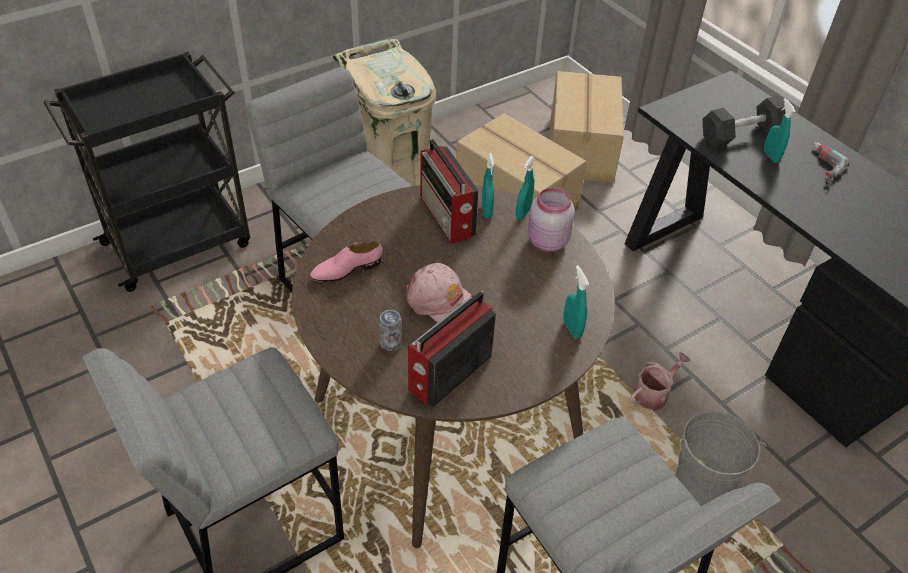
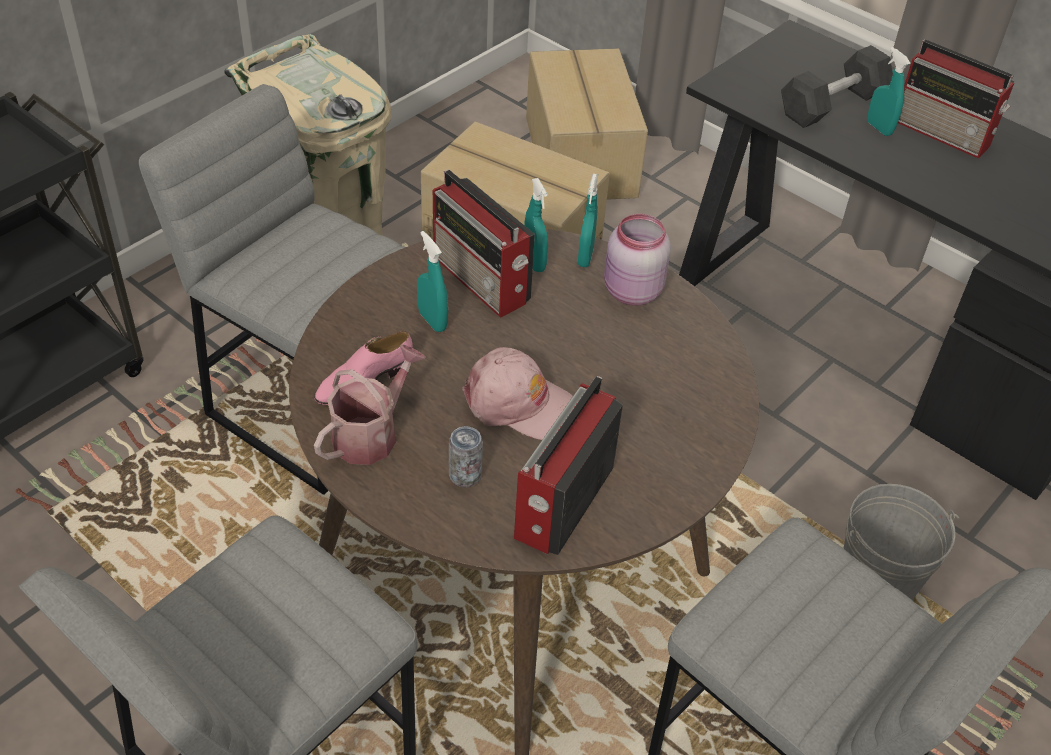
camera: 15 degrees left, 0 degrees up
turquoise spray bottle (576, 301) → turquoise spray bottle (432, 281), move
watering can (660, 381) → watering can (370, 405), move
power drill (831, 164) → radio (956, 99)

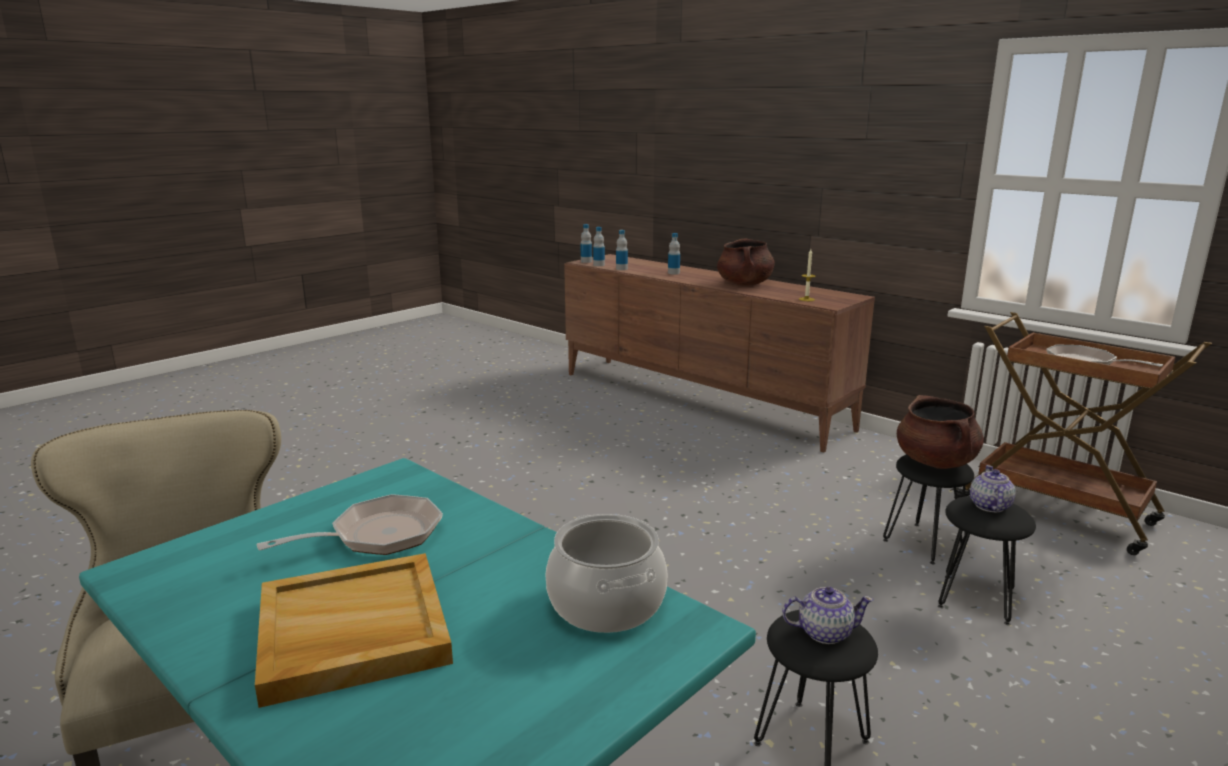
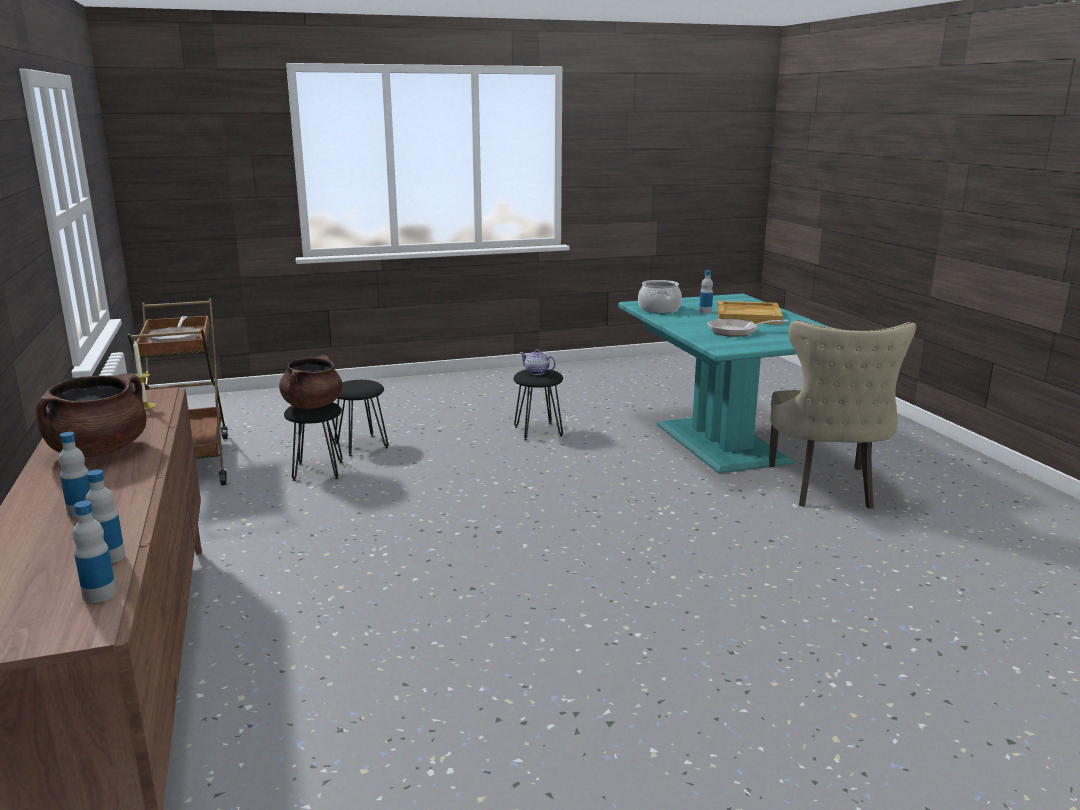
camera: 150 degrees left, 0 degrees up
teapot (992, 488) → -
bottle (586, 243) → bottle (706, 292), move

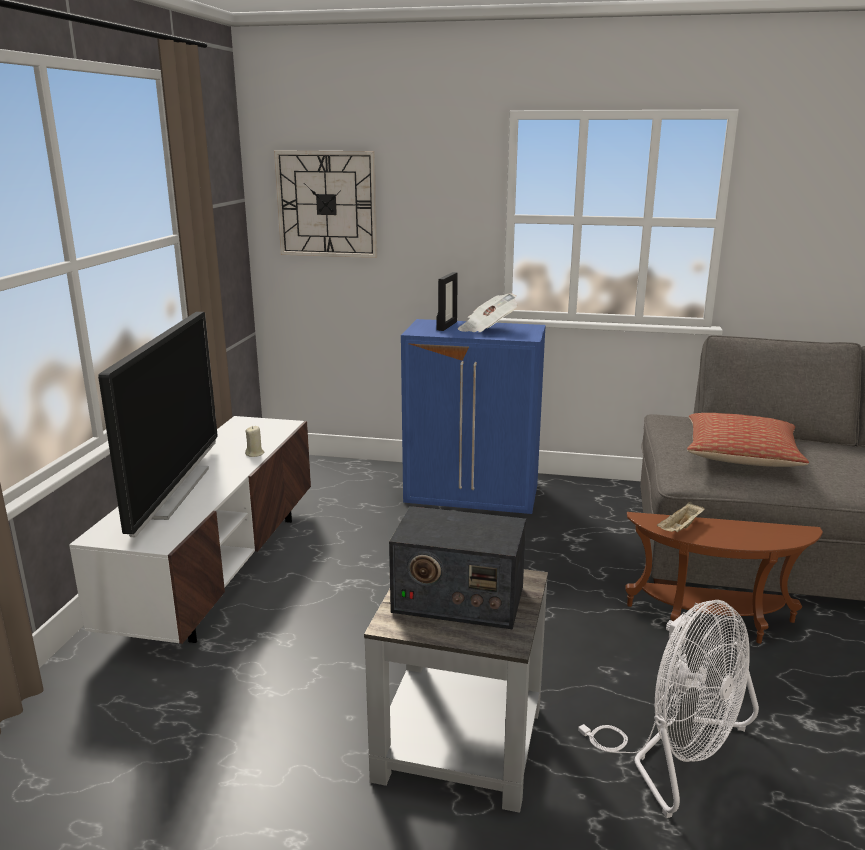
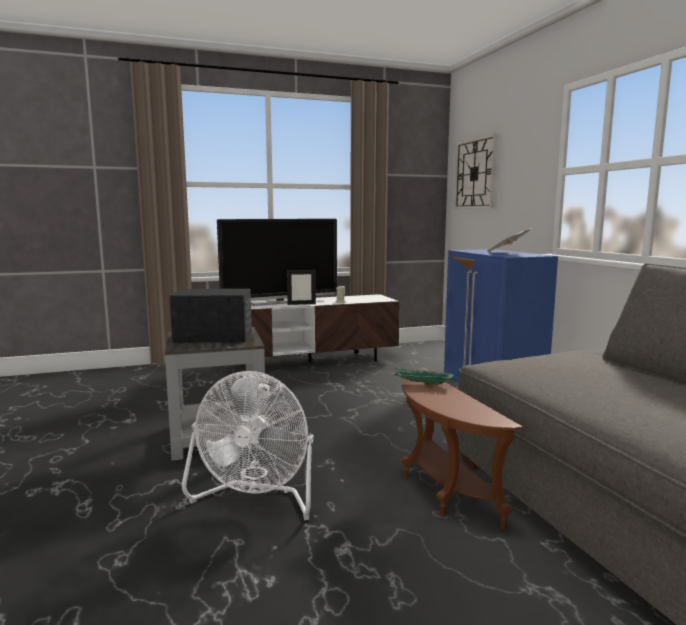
camera: 60 degrees right, 10 degrees down
pillow (748, 440) → -
picture frame (447, 301) → picture frame (301, 287), move
beige tray (680, 517) → green tray (424, 377)
radio (457, 568) → radio (210, 316), 105 degrees clockwise

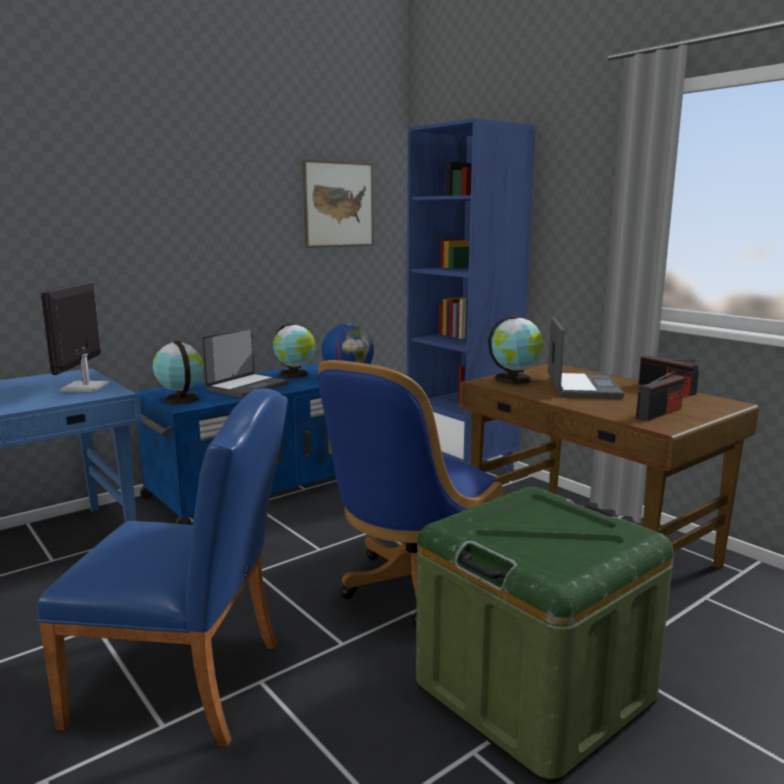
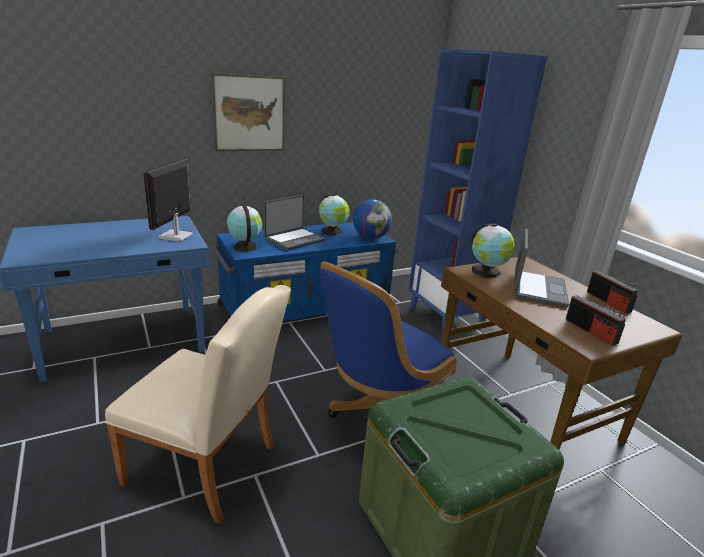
camera: 10 degrees right, 10 degrees up
picture (338, 203) → picture (248, 112), move
blue chair (162, 567) → beige chair (198, 404)
radio (660, 396) → radio (596, 320), 90 degrees clockwise

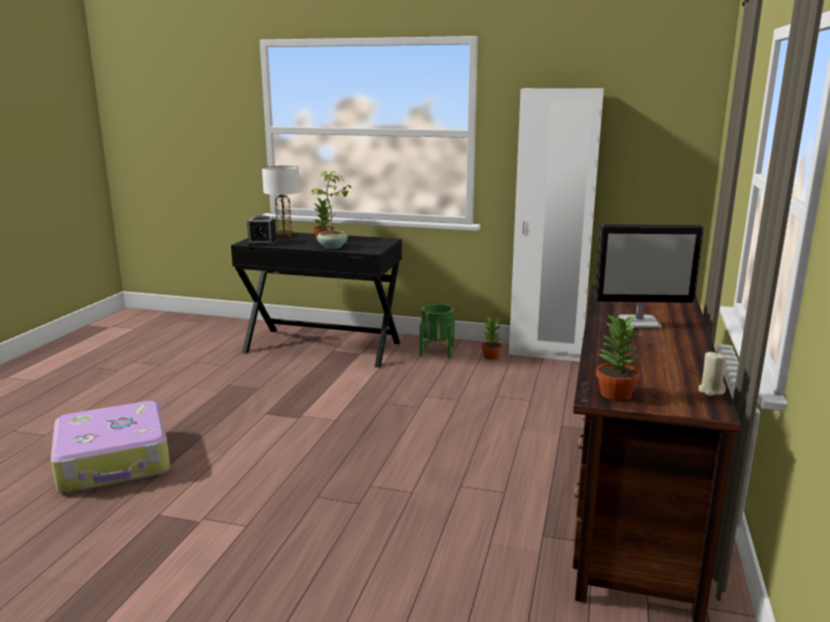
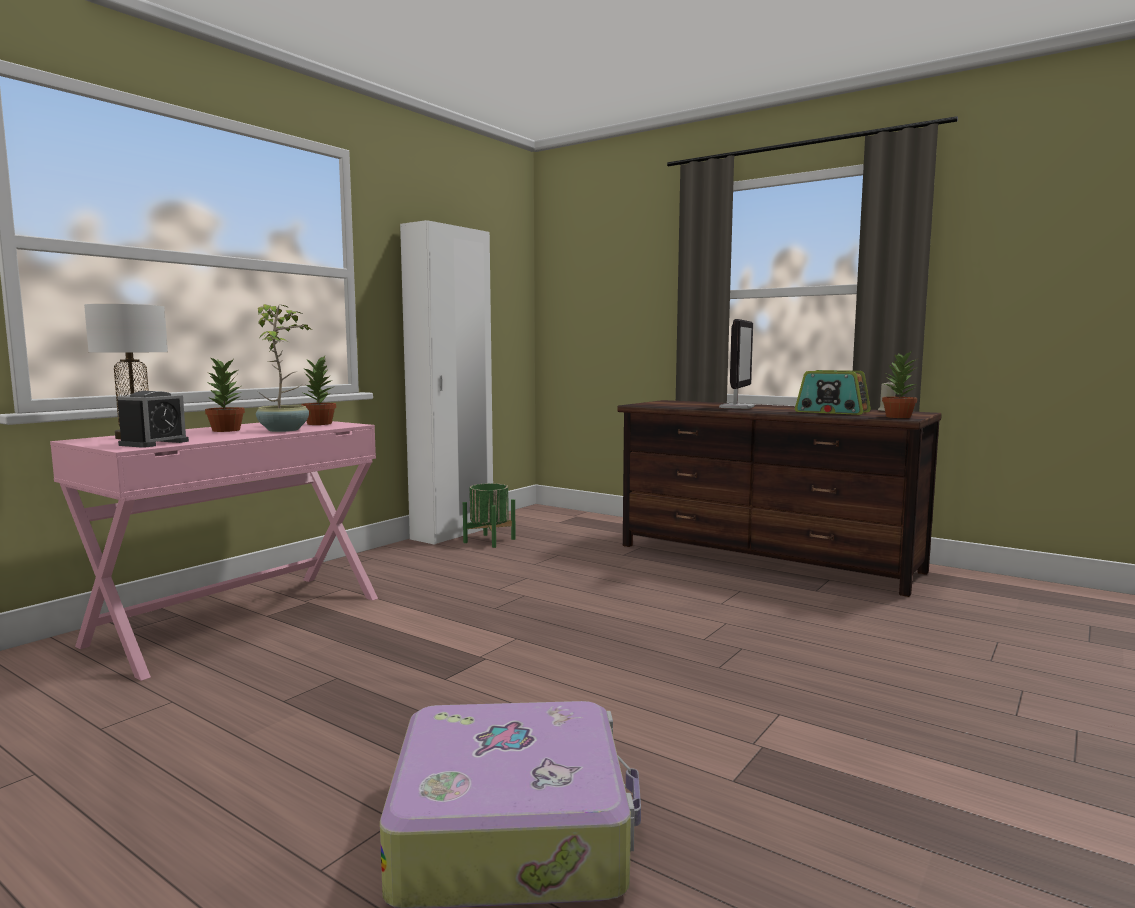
camera: 70 degrees left, 10 degrees down
- → radio (833, 392)
green planter (437, 331) → green planter (489, 515), move
potted plant (491, 338) → potted plant (318, 390), move
black desk (316, 300) → pink desk (214, 551)

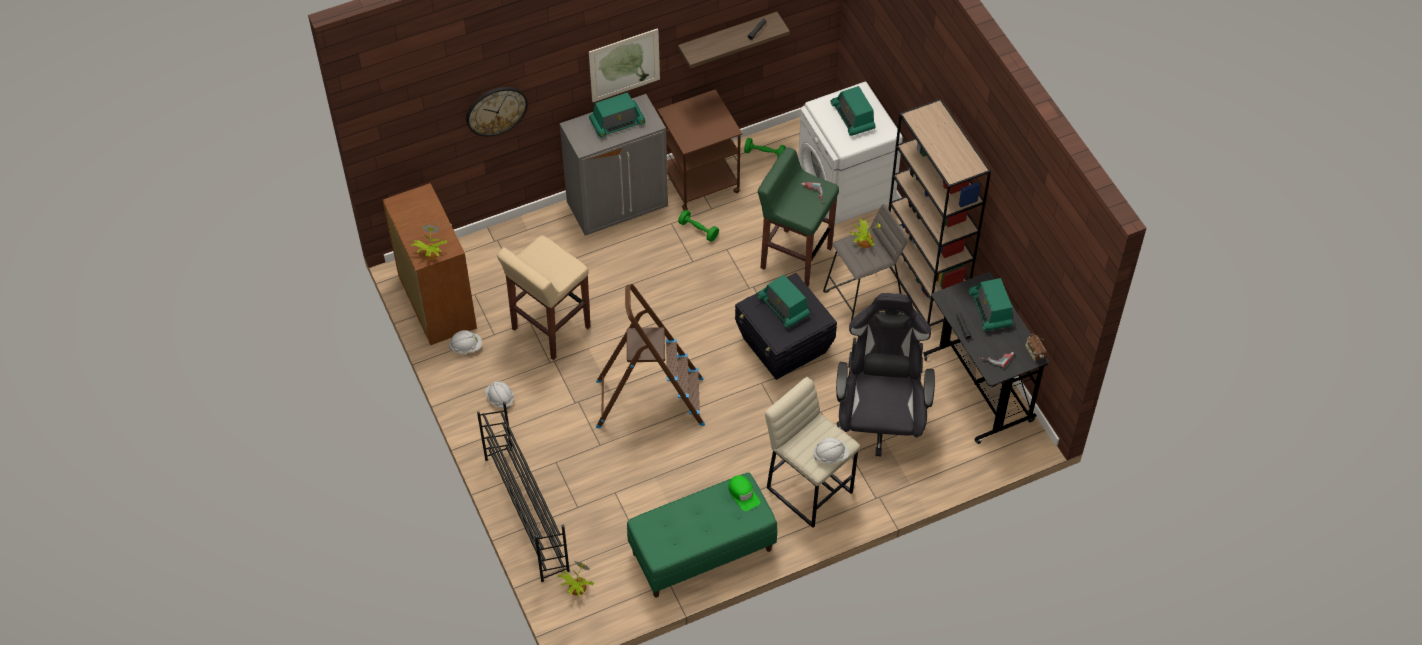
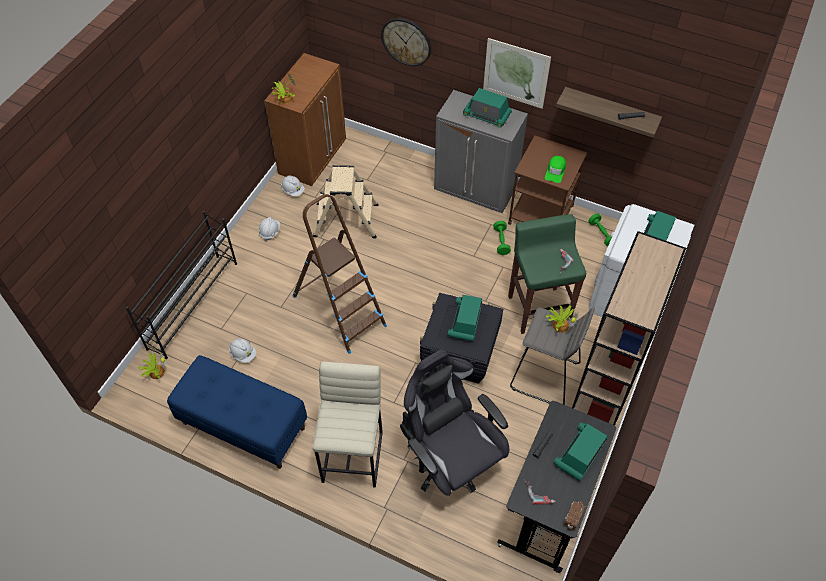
camera: 50 degrees right, 0 degrees up
green cap (744, 493) → green cap (555, 169), move
white hard hat (831, 450) → white hard hat (242, 351), move
beige stool (543, 297) → beige step ladder (346, 201)
green bench (702, 535) → blue bench (237, 412)
black office chair (885, 374) → black office chair (454, 422), 90 degrees counterclockwise

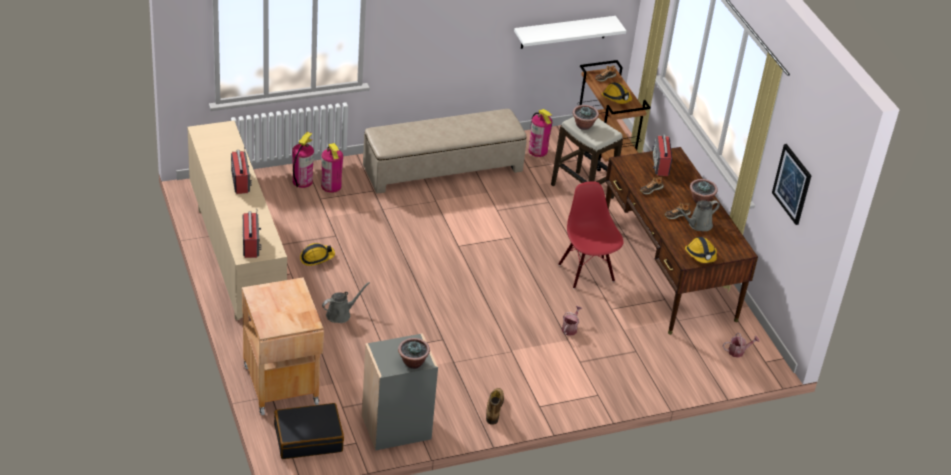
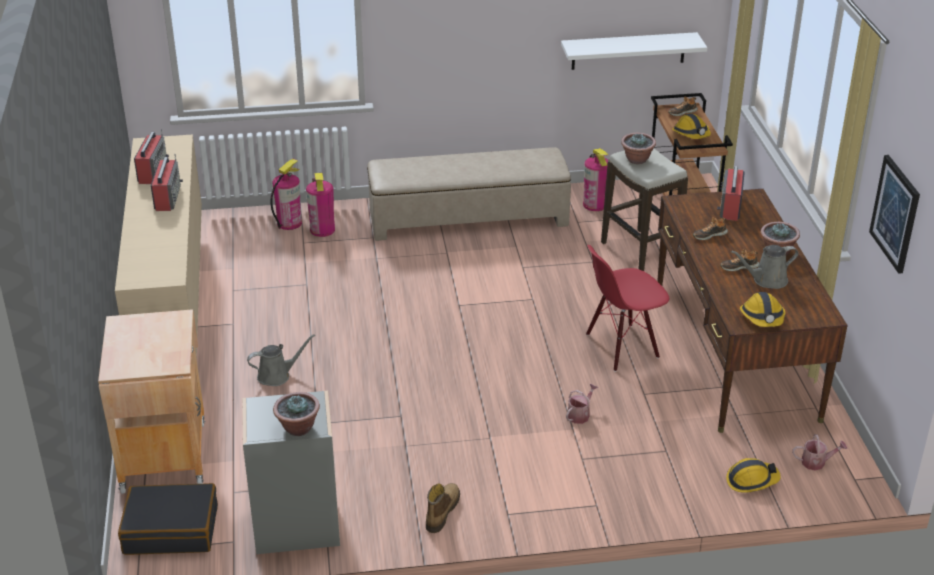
camera: 15 degrees right, 5 degrees down
radio (252, 234) → radio (151, 156), move
hard hat (317, 254) → hard hat (753, 475), move
red chair (591, 235) → red chair (627, 308), 105 degrees counterclockwise

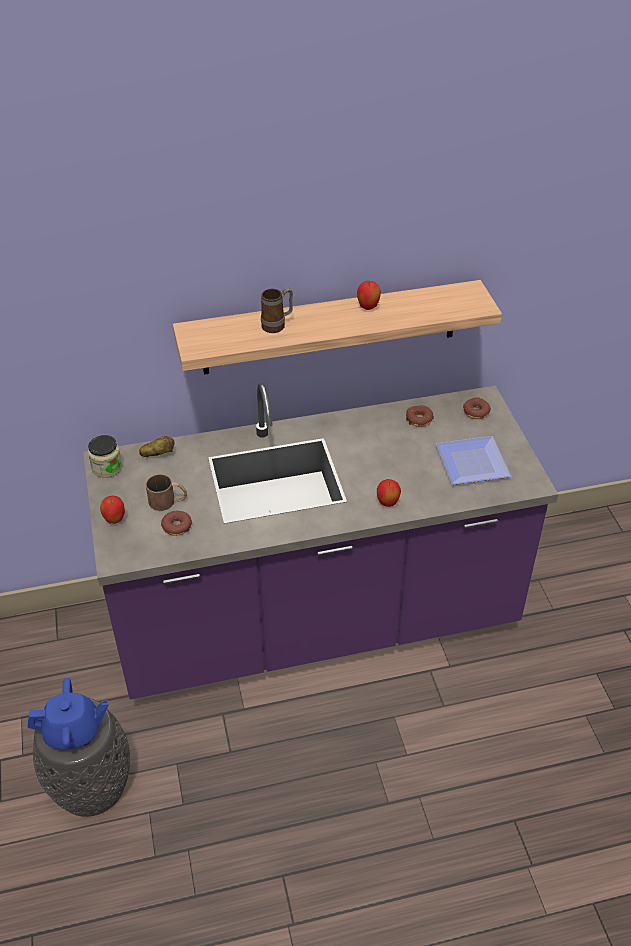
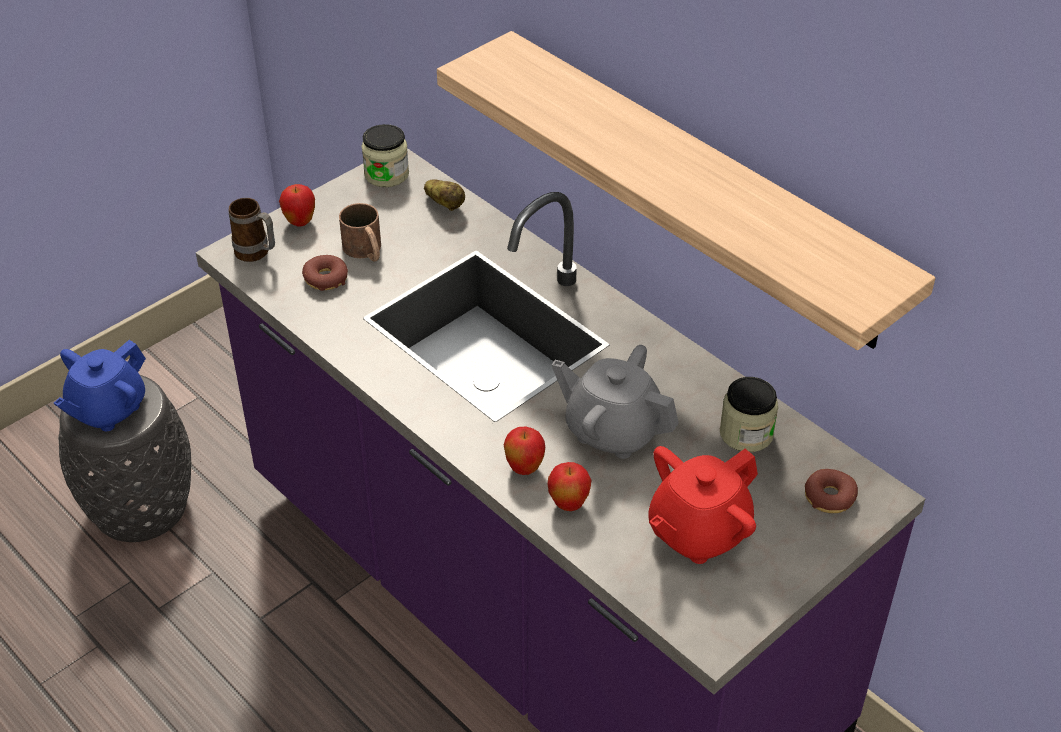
camera: 60 degrees right, 0 degrees up
- → grey teapot (615, 402)
mug (277, 310) → mug (251, 230), move
apple (369, 295) → apple (569, 486), move
donut (420, 416) → jar (749, 414)
plate (473, 460) → red teapot (703, 505)
blue teapot (67, 714) → blue teapot (100, 385), 75 degrees clockwise

